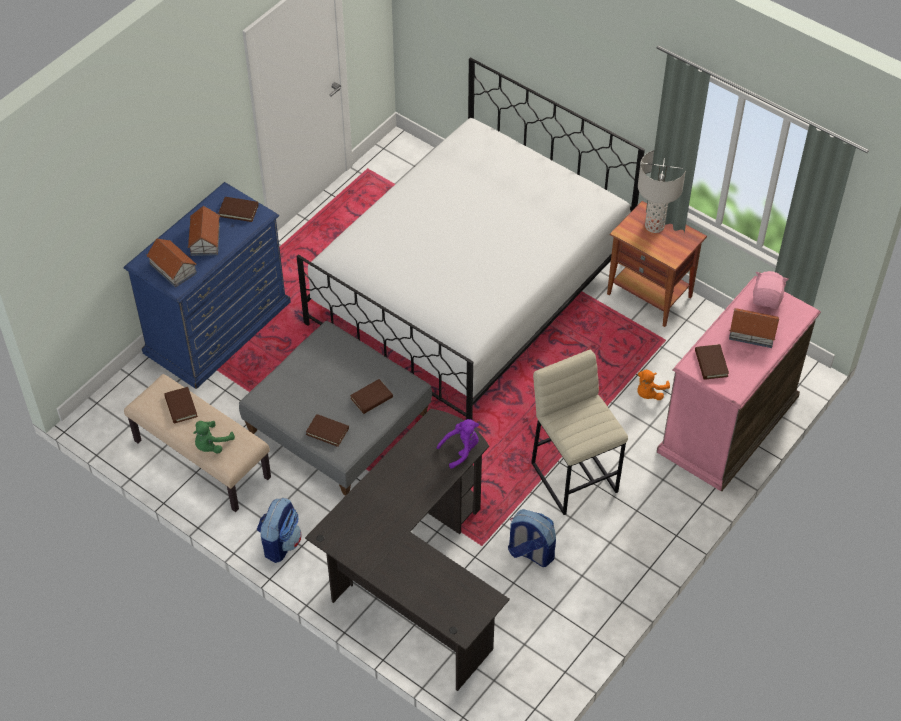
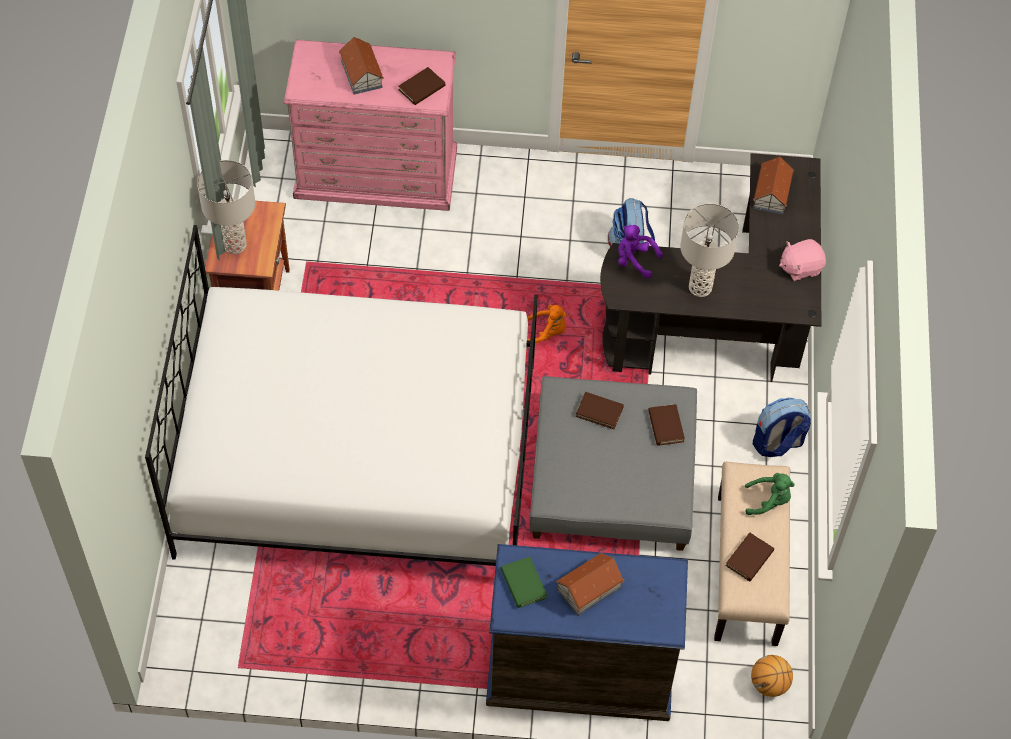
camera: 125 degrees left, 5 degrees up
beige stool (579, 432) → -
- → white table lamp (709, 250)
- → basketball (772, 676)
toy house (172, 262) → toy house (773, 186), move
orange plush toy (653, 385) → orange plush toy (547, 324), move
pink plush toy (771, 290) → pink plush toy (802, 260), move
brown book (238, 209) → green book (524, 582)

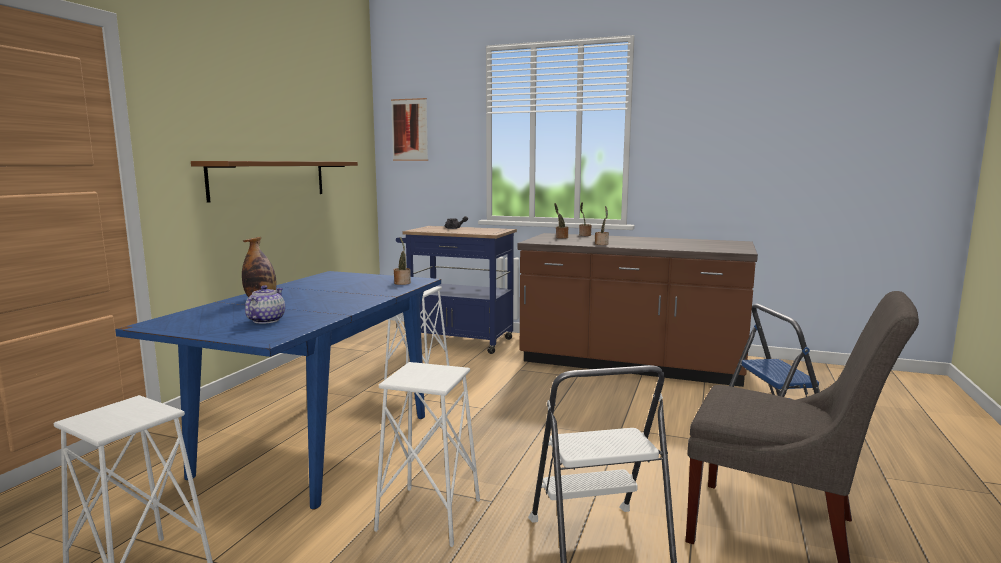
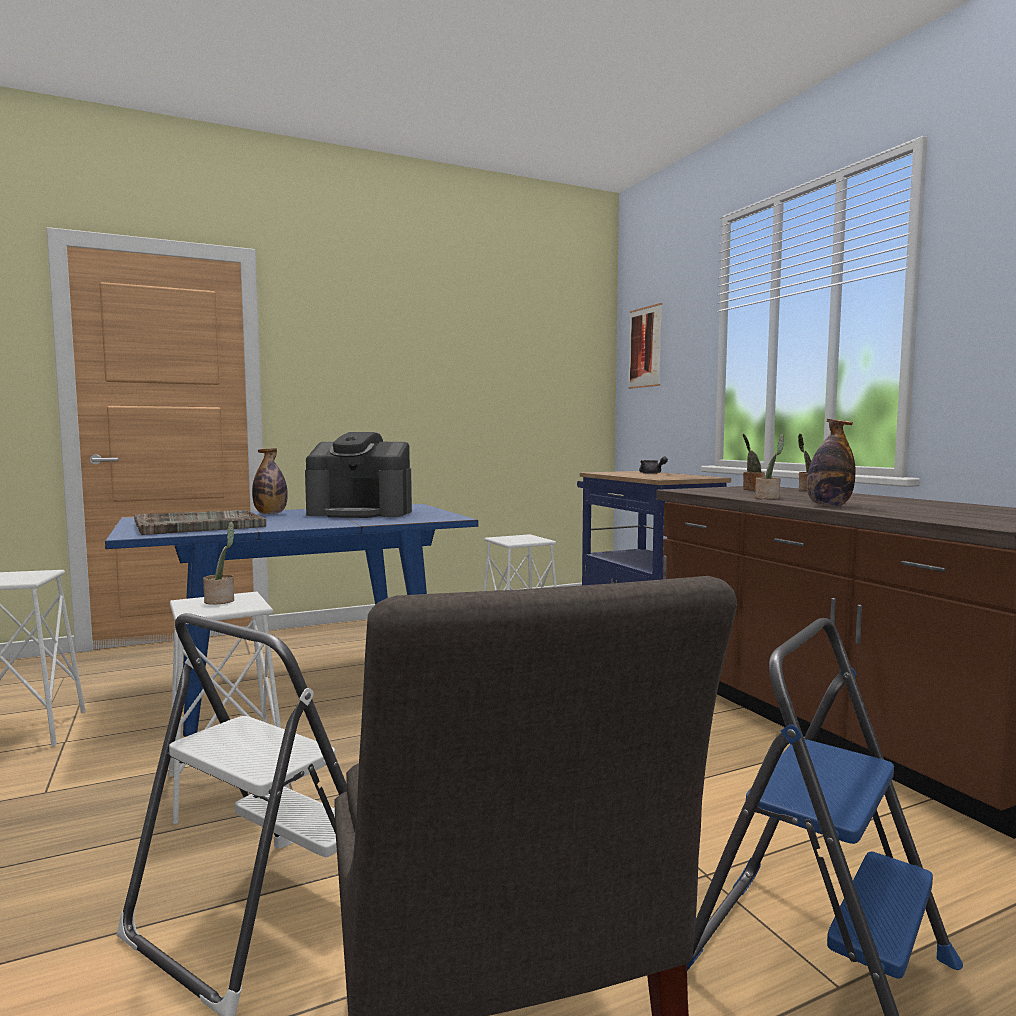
camera: 45 degrees right, 5 degrees down
brown shelf (274, 182) → -
- → coffee machine (358, 475)
- → bottle (831, 462)
potted plant (402, 261) → potted plant (218, 563), move
teapot (265, 304) → grey tray (200, 522)

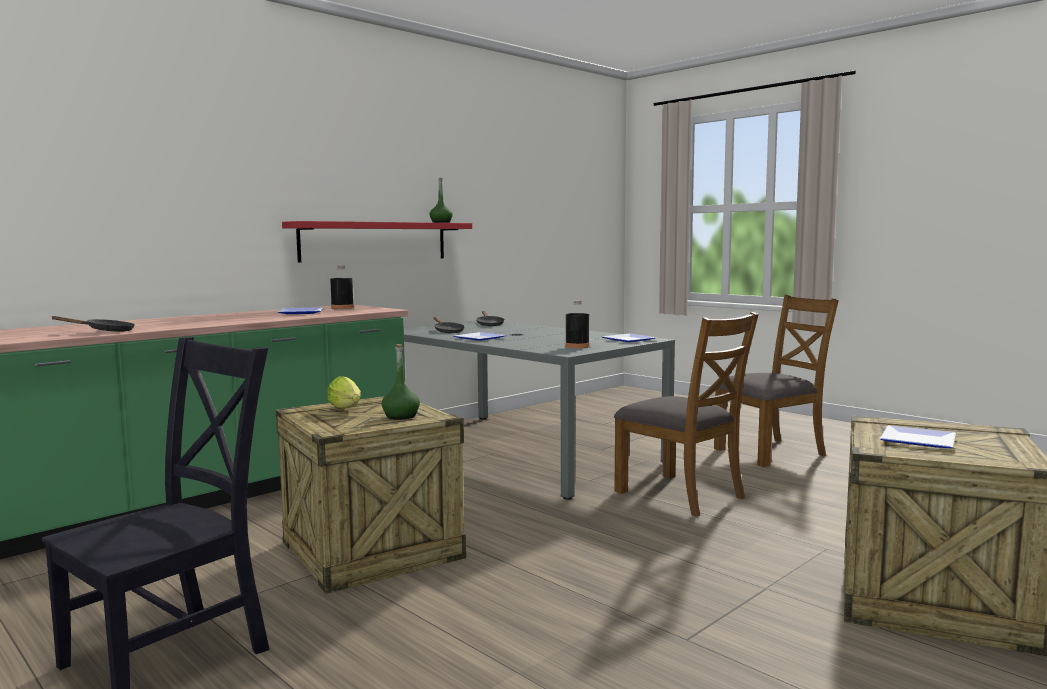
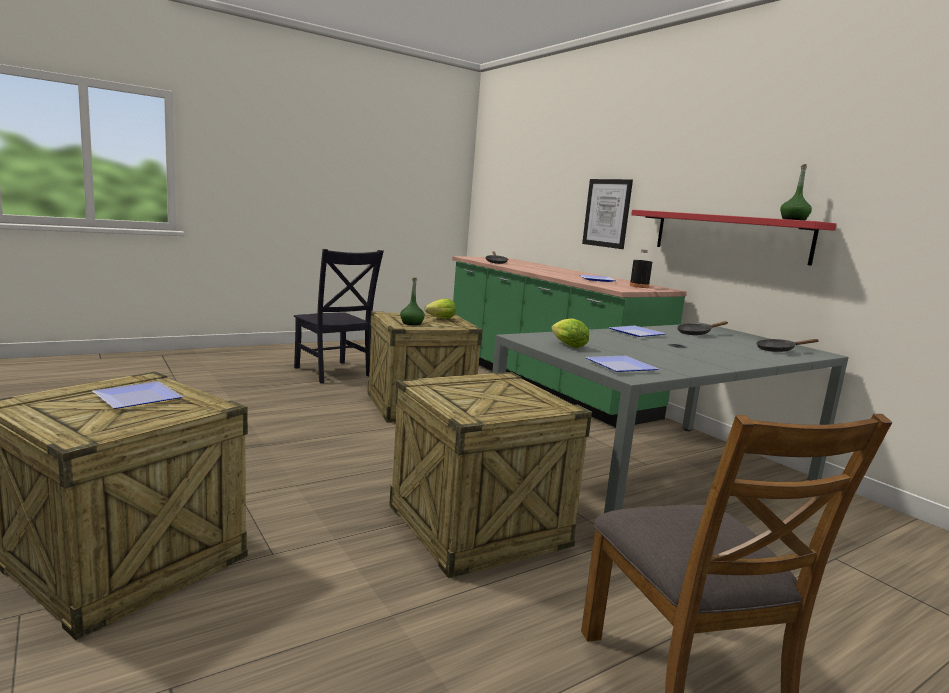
camera: 100 degrees right, 5 degrees up
- → picture (607, 214)
black bottle (577, 324) → lettuce (570, 333)
brown chair (686, 414) → crate (490, 475)

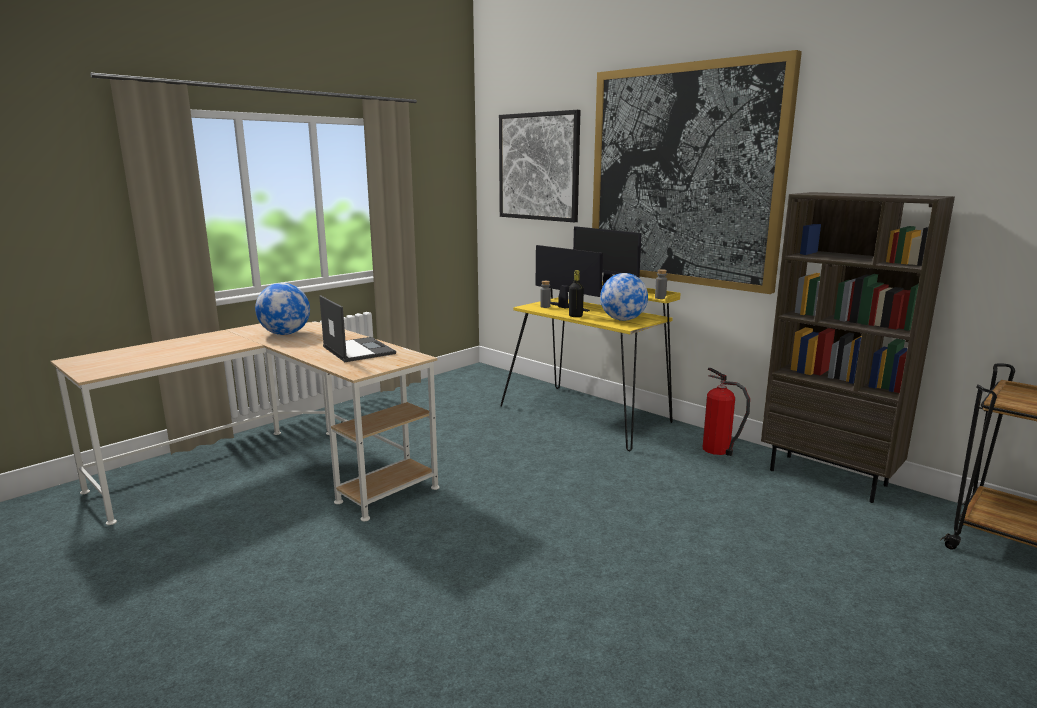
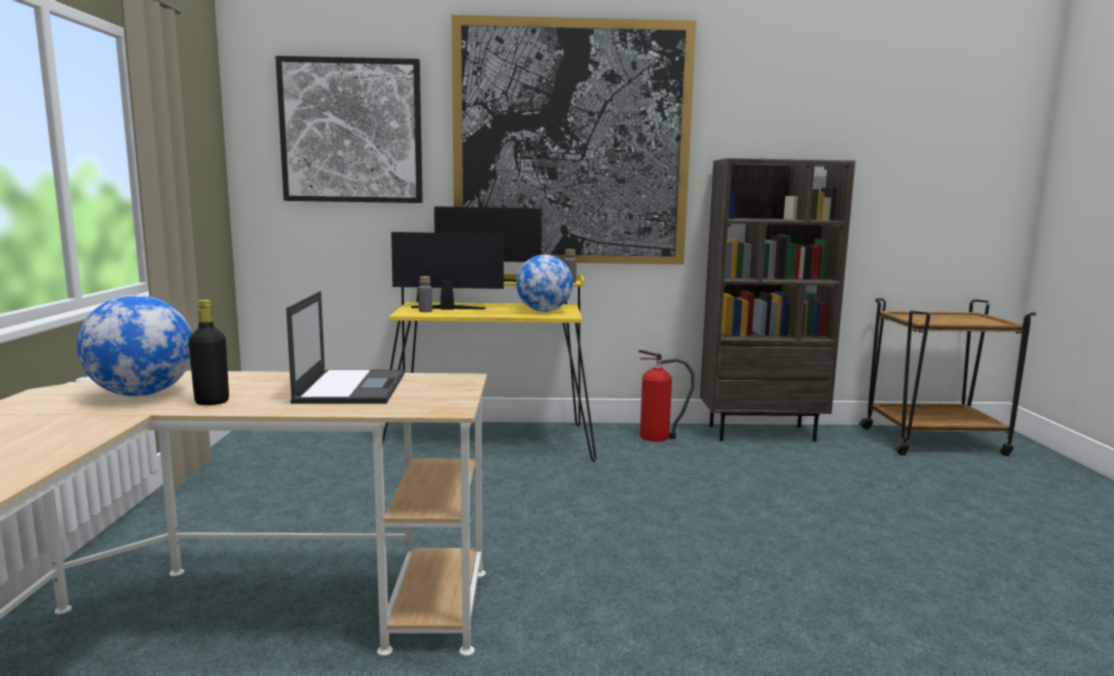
camera: 45 degrees left, 5 degrees down
black bottle (576, 293) → black bottle (208, 352), move
laptop (357, 328) → laptop (345, 347), 75 degrees clockwise

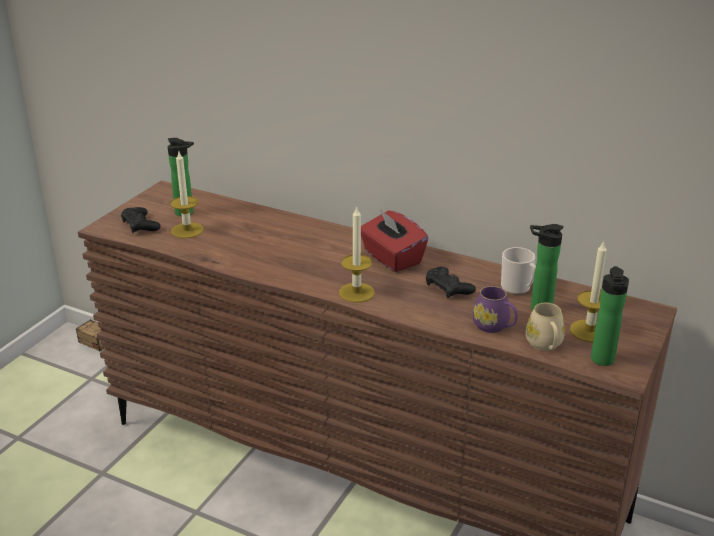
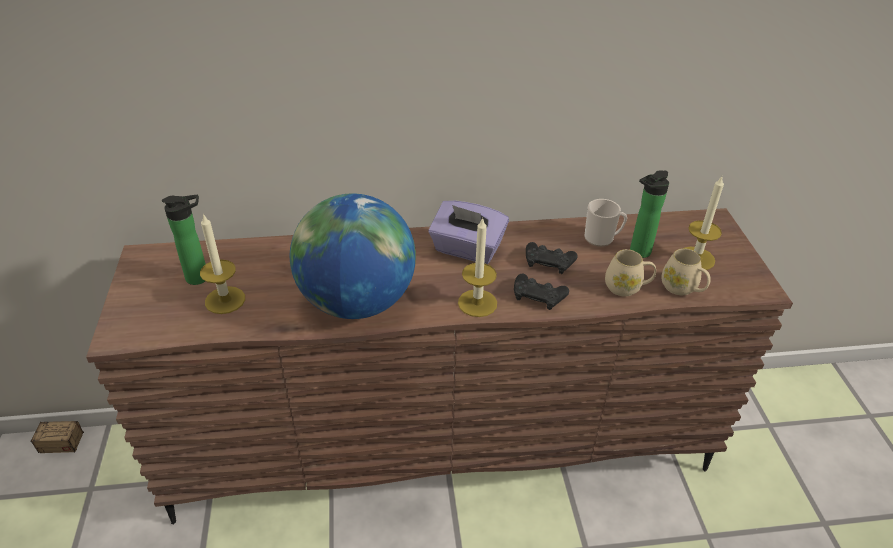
camera: 35 degrees left, 10 degrees up
bottle (610, 316) → -
- → globe (353, 256)
black game controller (141, 220) → black game controller (541, 292), move
red tissue box (394, 240) → purple tissue box (468, 232)
purple mug (495, 309) → beige mug (630, 273)

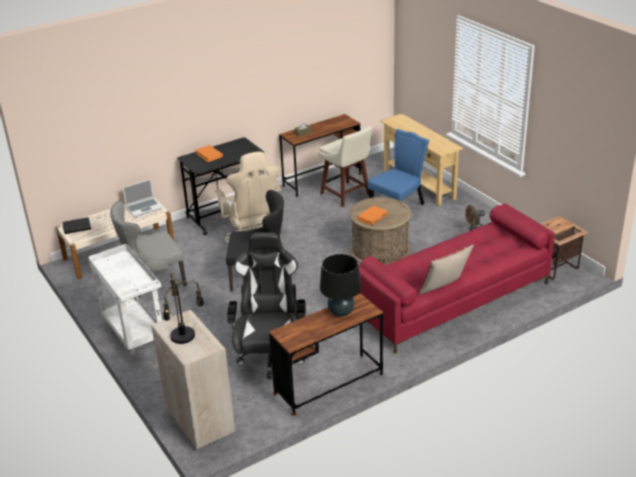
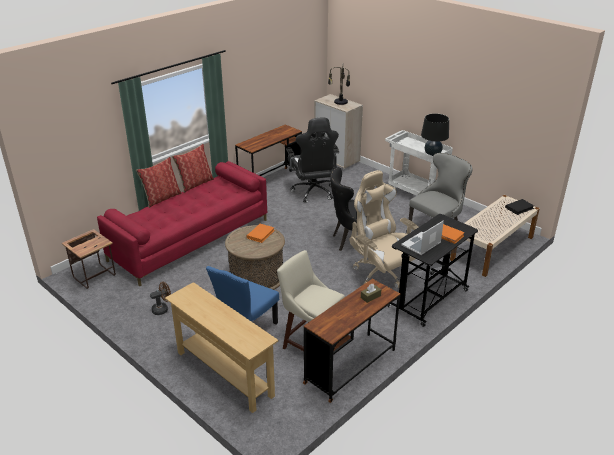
camera: 165 degrees right, 0 degrees up
- → pillow (159, 182)
laptop (142, 198) → laptop (422, 237), move
black table lamp (341, 285) → black table lamp (435, 134), move

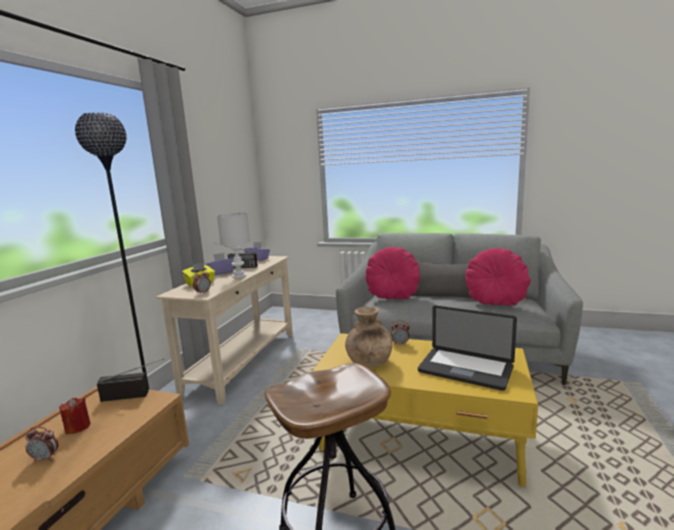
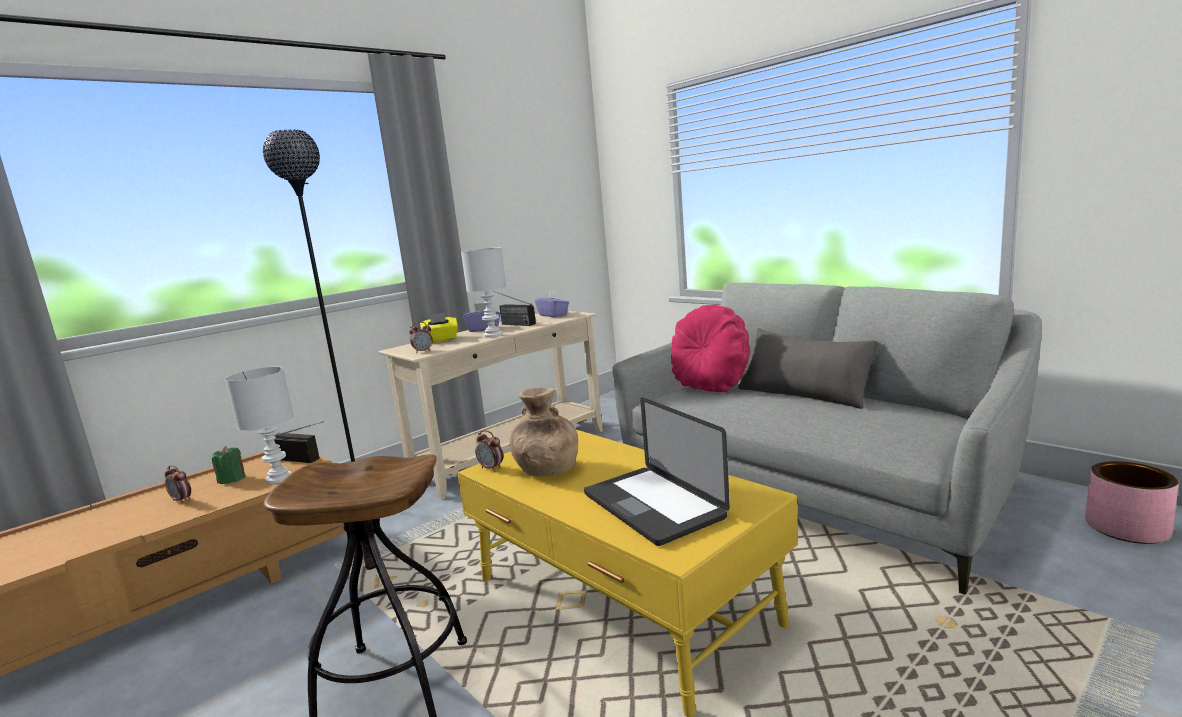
camera: 30 degrees right, 0 degrees up
pink pillow (498, 277) → -
- → white table lamp (259, 425)
- → pink planter (1132, 502)
alarm clock (400, 332) → alarm clock (489, 450), move
red candle (75, 415) → green candle (228, 465)

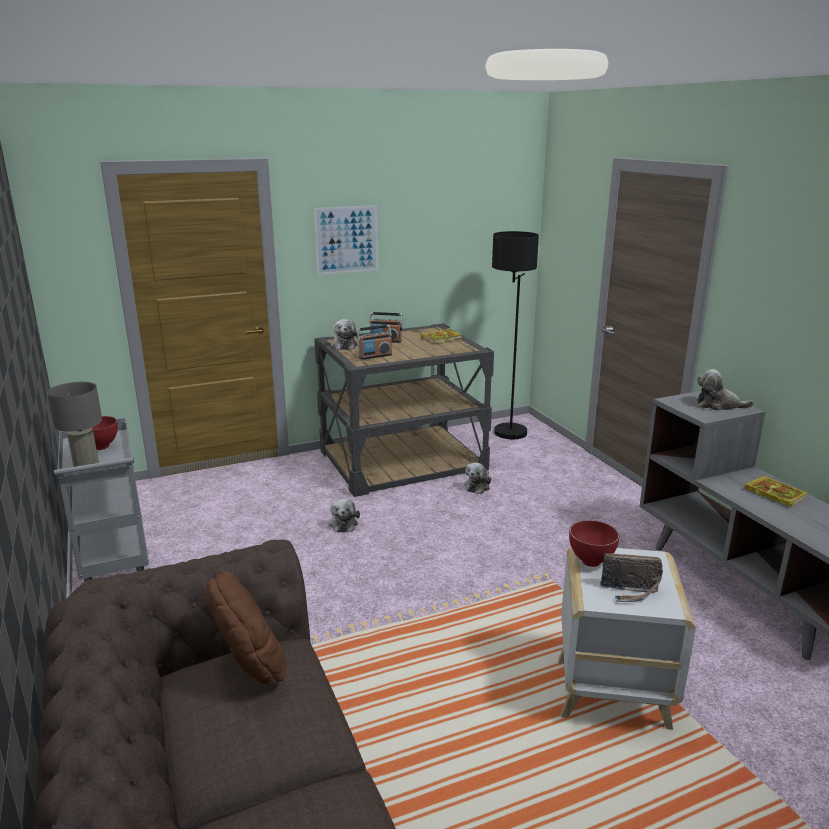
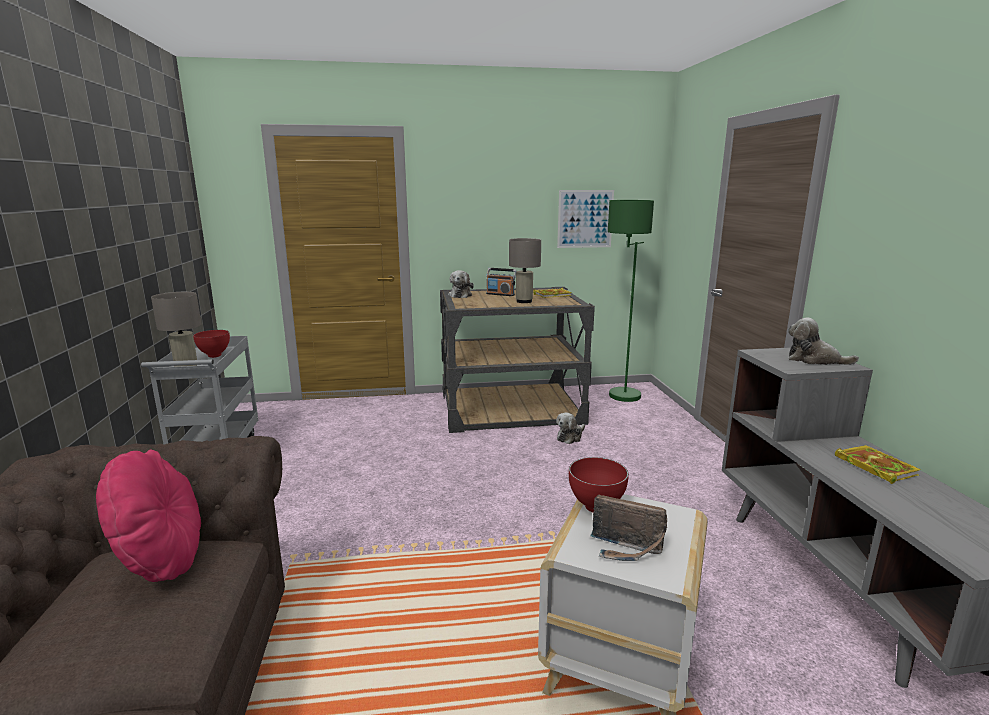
camera: 15 degrees right, 5 degrees down
plush toy (344, 516) → -
radio (374, 342) → -
- → grey table lamp (525, 270)
picture (346, 240) → picture (585, 219), move
brown pillow (245, 628) → pink pillow (148, 516)
black floor lamp (515, 335) → green floor lamp (631, 301)

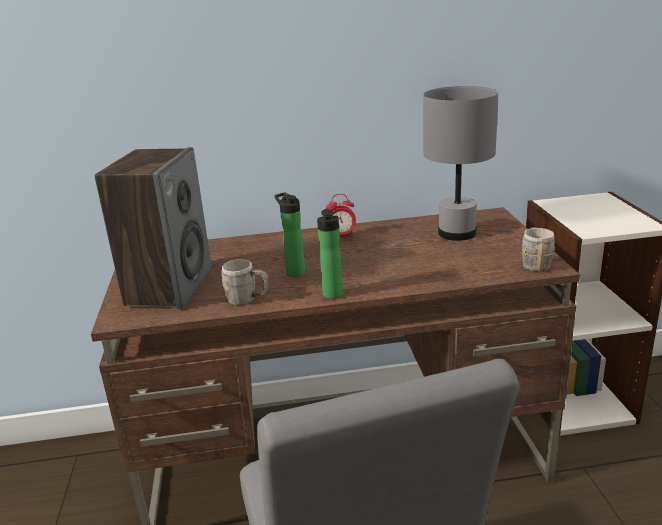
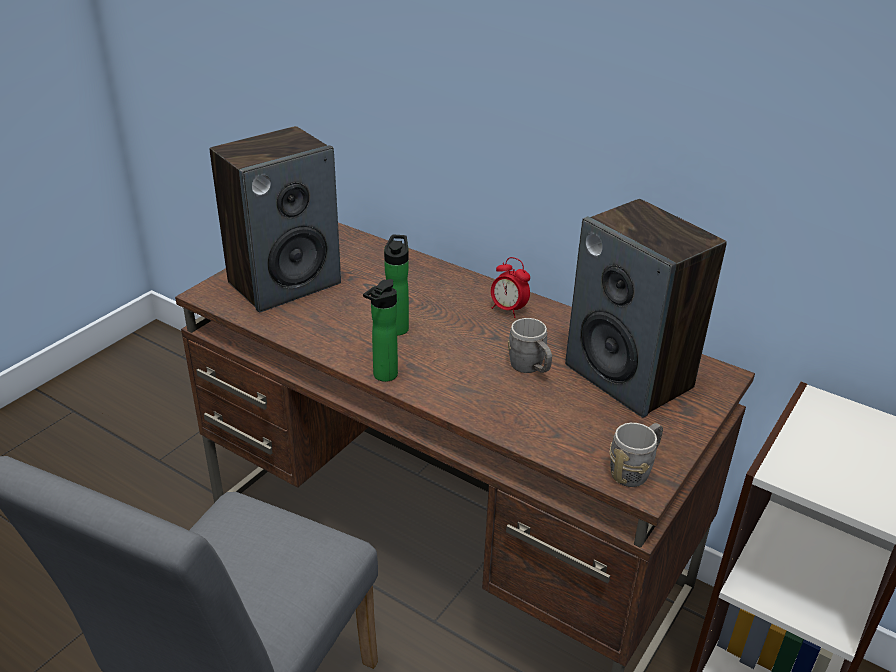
camera: 40 degrees right, 10 degrees up
grey mug (245, 282) → grey mug (530, 345), move
grey table lamp (460, 163) → speaker (646, 308)

